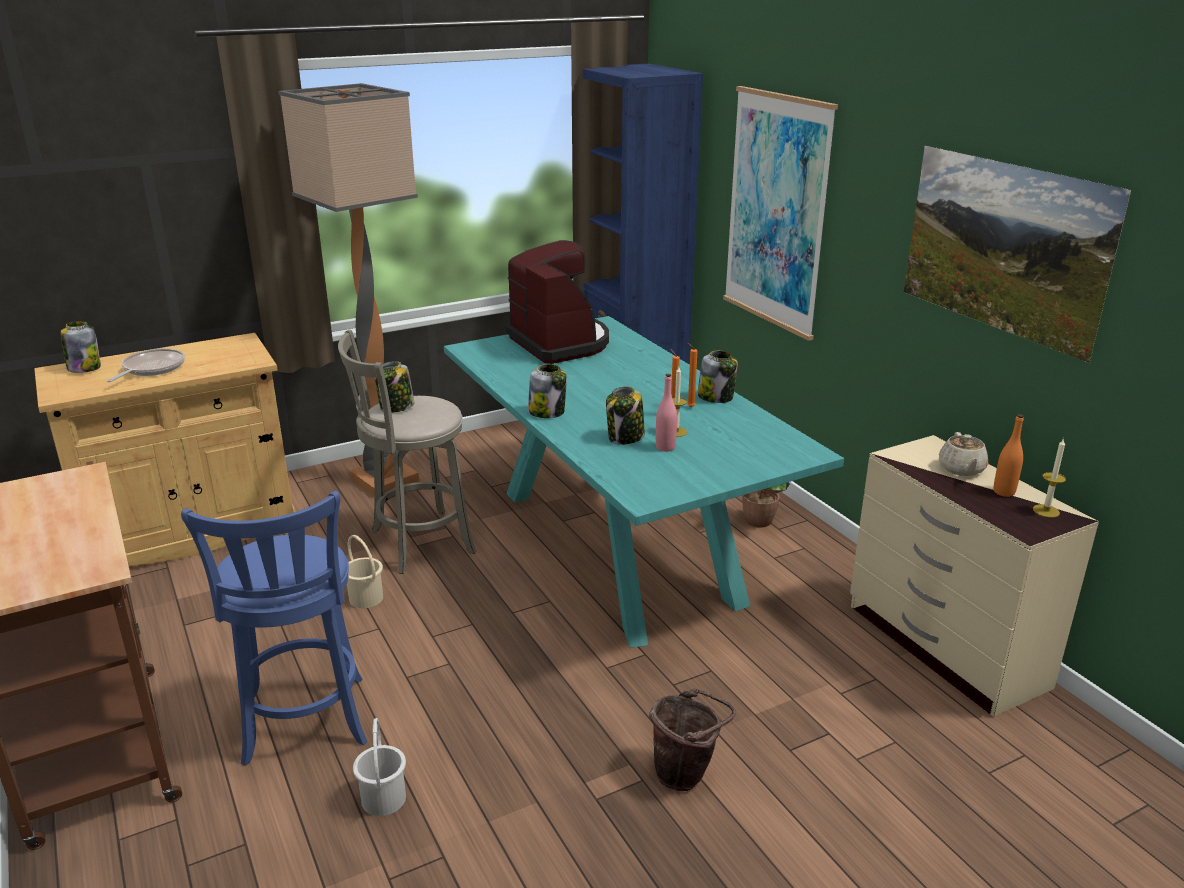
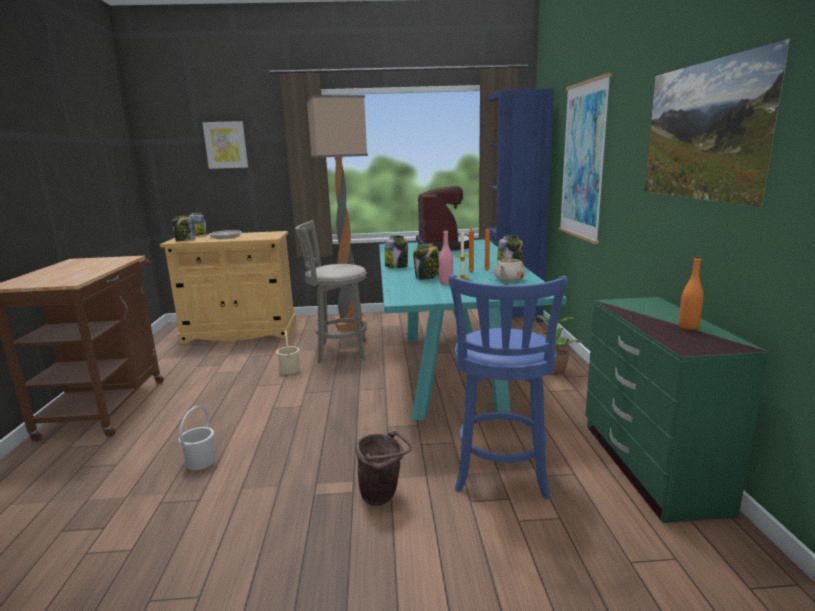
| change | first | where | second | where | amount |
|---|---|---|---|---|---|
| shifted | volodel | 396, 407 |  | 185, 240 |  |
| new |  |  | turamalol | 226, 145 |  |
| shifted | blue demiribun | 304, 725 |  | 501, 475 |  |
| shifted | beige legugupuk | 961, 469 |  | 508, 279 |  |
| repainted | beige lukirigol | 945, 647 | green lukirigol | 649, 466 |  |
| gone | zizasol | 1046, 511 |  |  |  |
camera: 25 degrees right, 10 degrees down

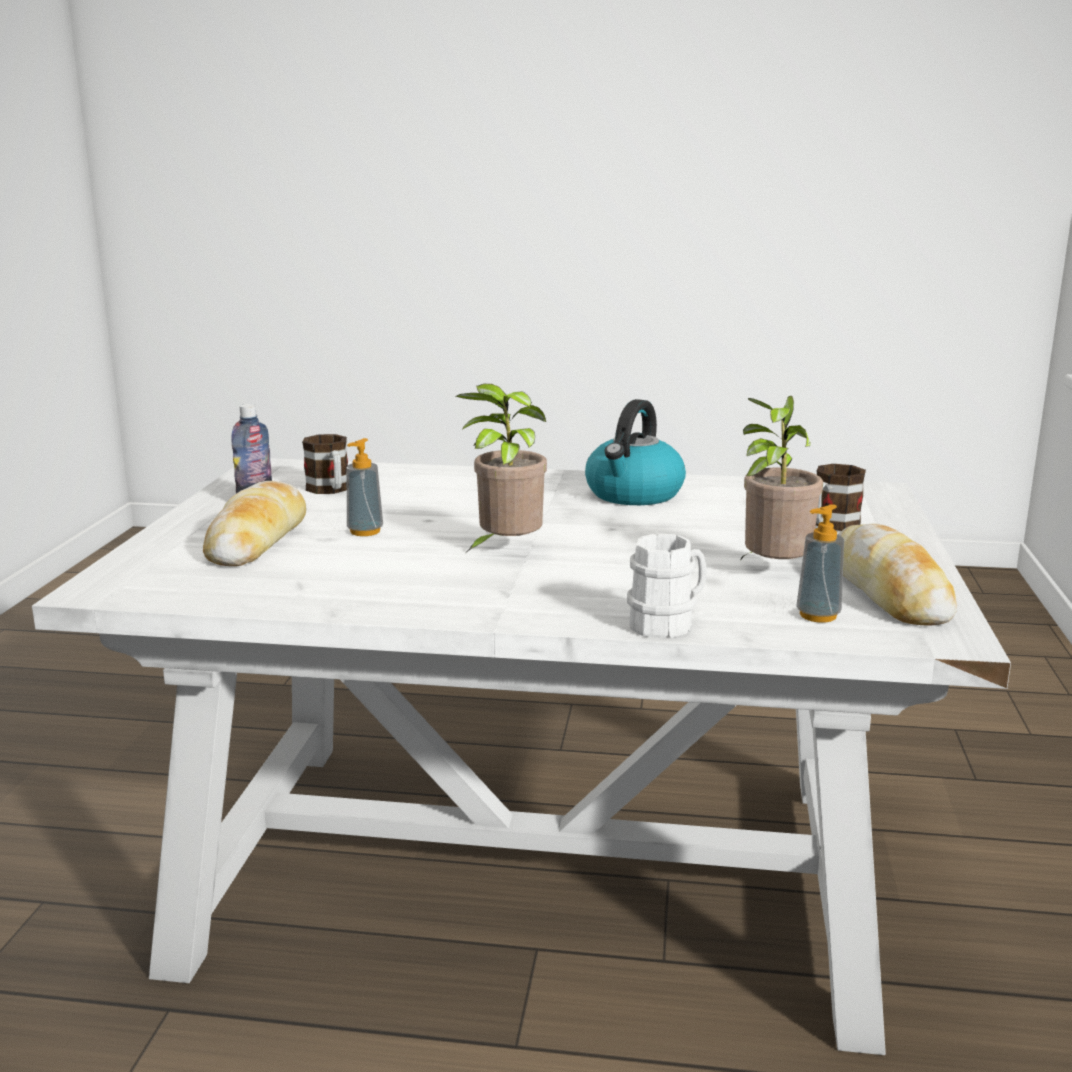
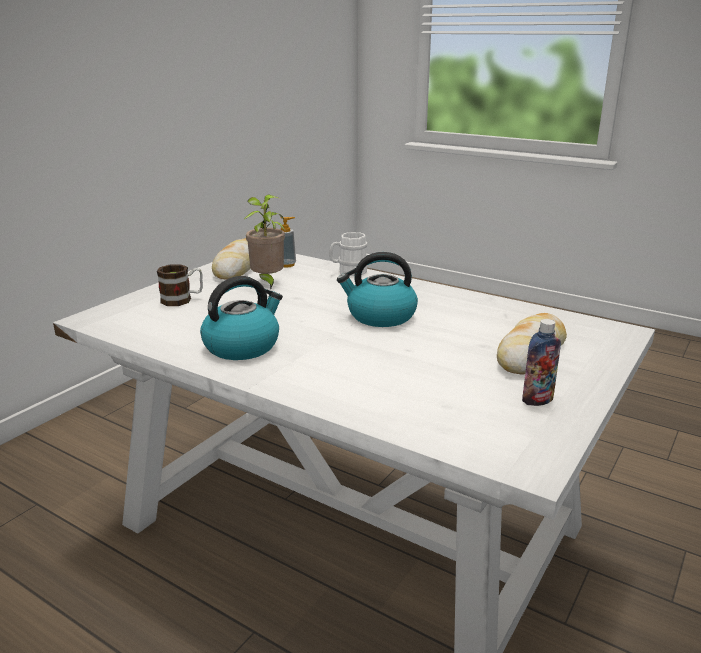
| change | first | where | second | where | amount |
|---|---|---|---|---|---|
| swapped | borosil | 506, 551 | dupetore | 380, 316 |  |
| gone | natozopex | 330, 490 |  |  |  |
| gone | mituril | 365, 531 |  |  |  |
camera: 155 degrees left, 5 degrees up

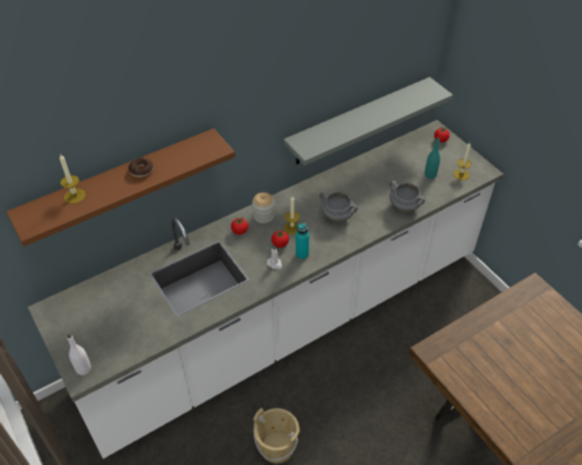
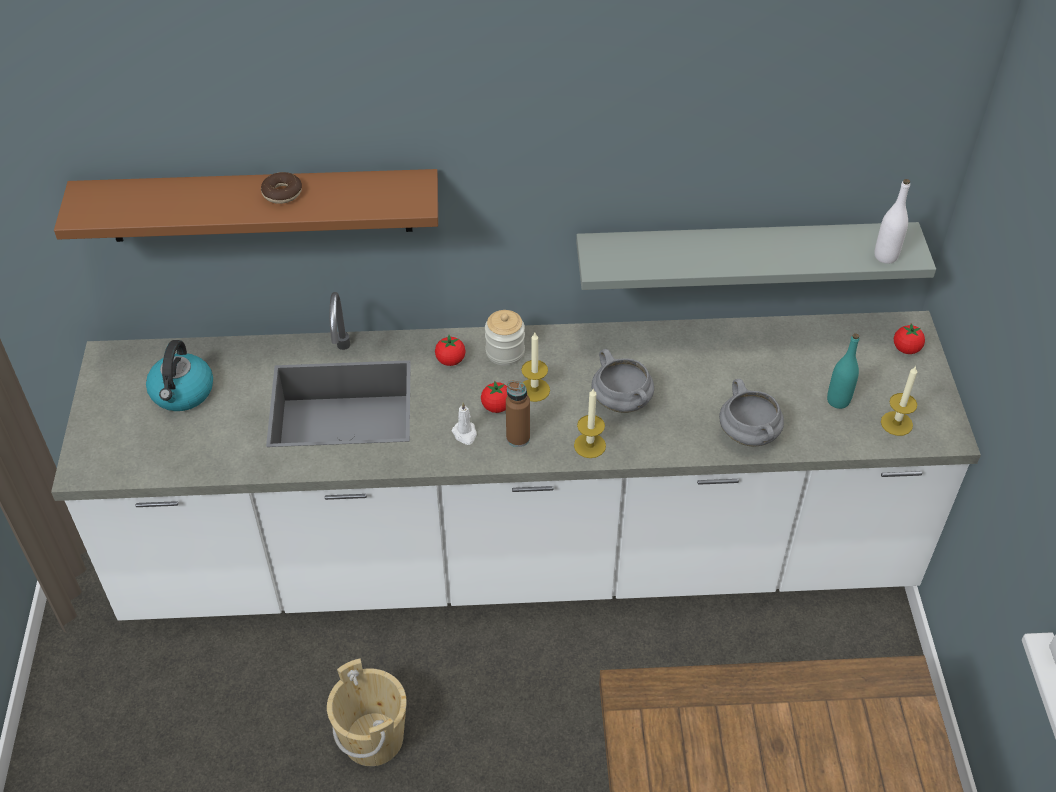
| change | first | where | second | where | amount |
|---|---|---|---|---|---|
| new |  |  | dupetore | 182, 393 |  |
| repainted | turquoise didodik | 302, 254 | brown didodik | 518, 438 |  |
| shifted | zizasol | 74, 196 |  | 589, 445 |  |
| shifted | white didodik | 84, 369 |  | 885, 256 |  |
camera: 30 degrees right, 0 degrees up

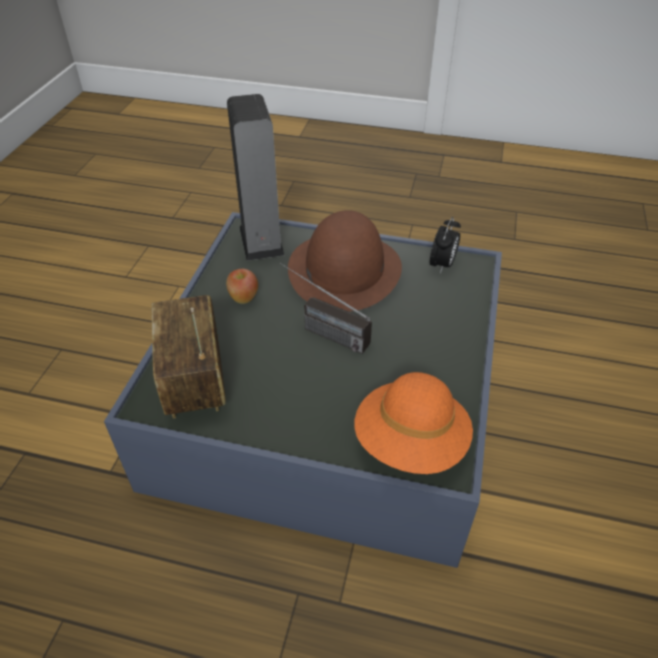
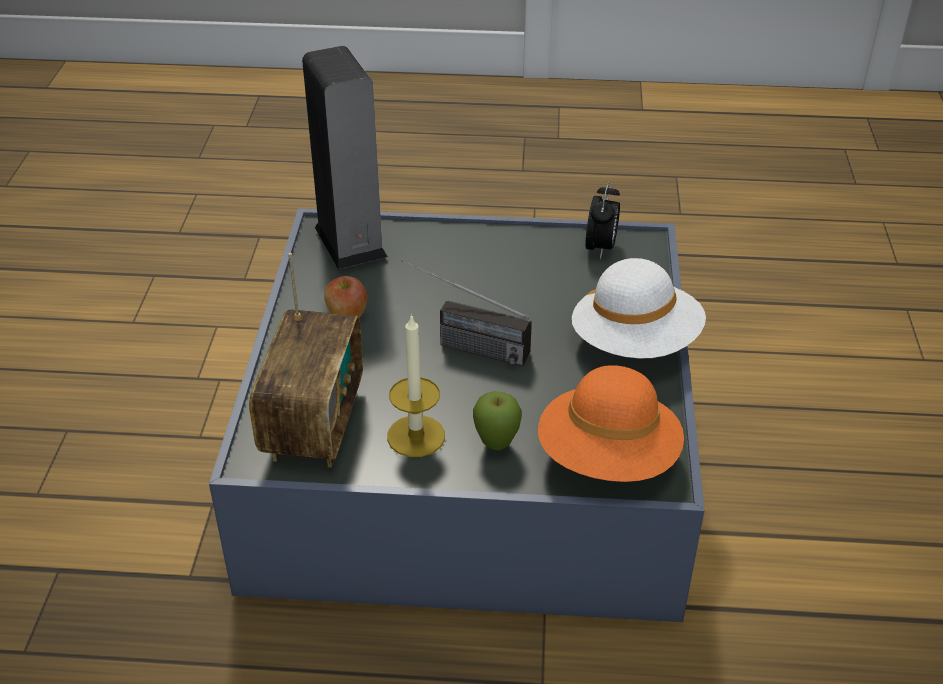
| change | first | where | second | where | amount |
|---|---|---|---|---|---|
| rotated | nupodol | 195, 381 |  | 313, 423 | 150 degrees counterclockwise |
| new |  |  | zizasol | 416, 436 |  |
| new |  |  | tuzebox | 496, 445 |  |
| new |  |  | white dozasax | 635, 342 |  |
| gone | brown dozasax | 344, 269 |  |  |  |
camera: 10 degrees left, 5 degrees down

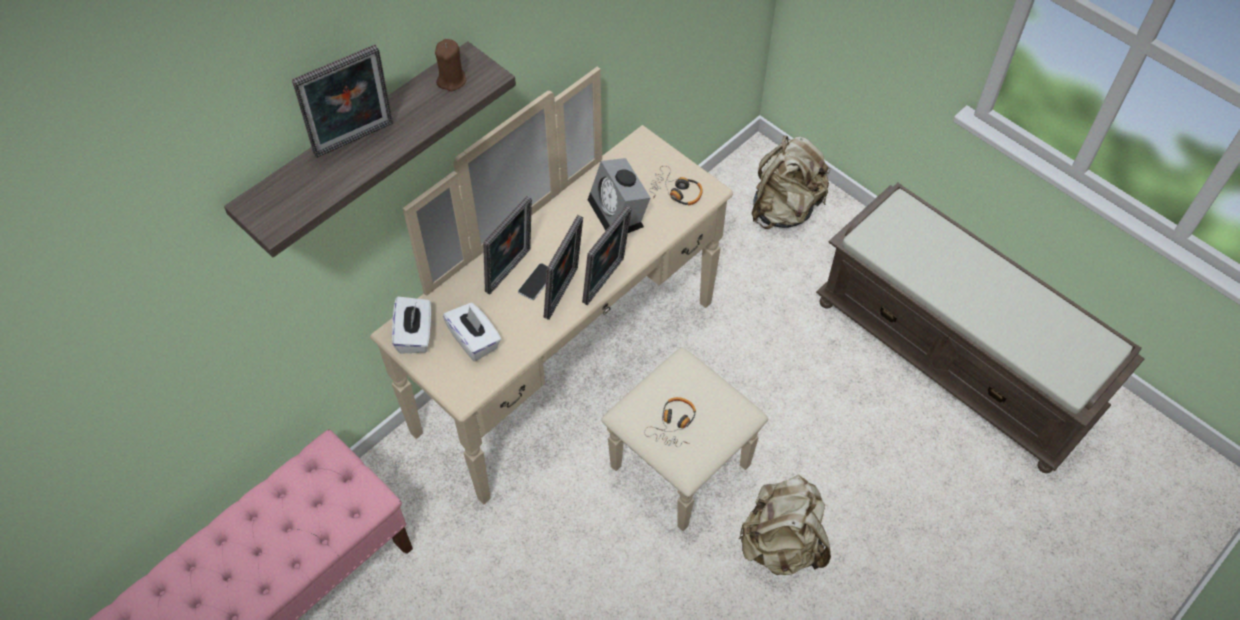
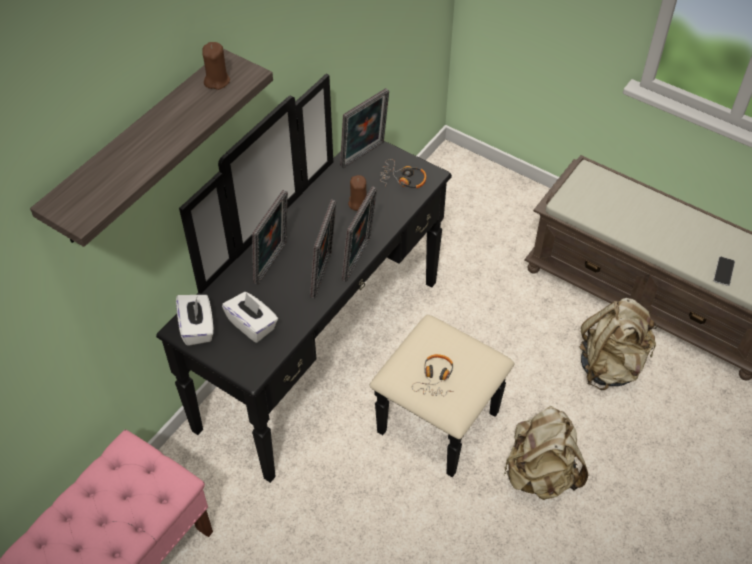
| change | first | where | second | where | amount |
|---|---|---|---|---|---|
| repainted | beige lukirigol | 592, 387 | black lukirigol | 347, 367 |  |
| shifted | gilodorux | 356, 142 |  | 364, 156 |  |
| swapped | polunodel | 619, 213 | brown zizasol | 358, 203 |  |
| shifted | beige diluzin | 785, 209 |  | 610, 365 |  |
| shifted | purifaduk | 537, 282 |  | 723, 271 |  |
camera: 10 degrees left, 5 degrees down

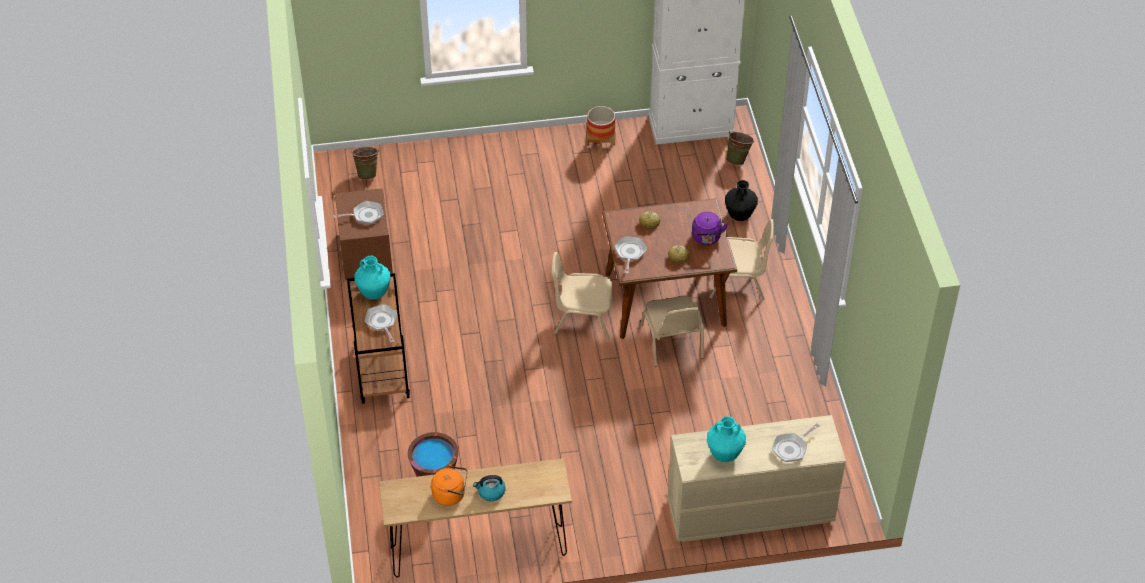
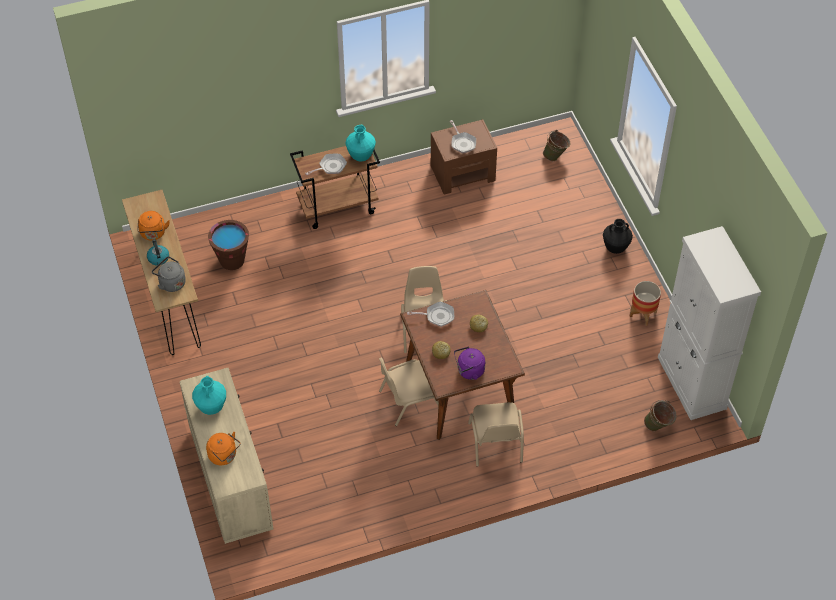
| change | first | where | second | where | amount |
|---|---|---|---|---|---|
| new |  |  | grey dupetore | 171, 282 |  |
| swapped | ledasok | 791, 448 | orange dupetore | 224, 456 |  |
| shifted | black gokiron | 739, 215 |  | 615, 248 |  |
camera: 80 degrees right, 5 degrees up

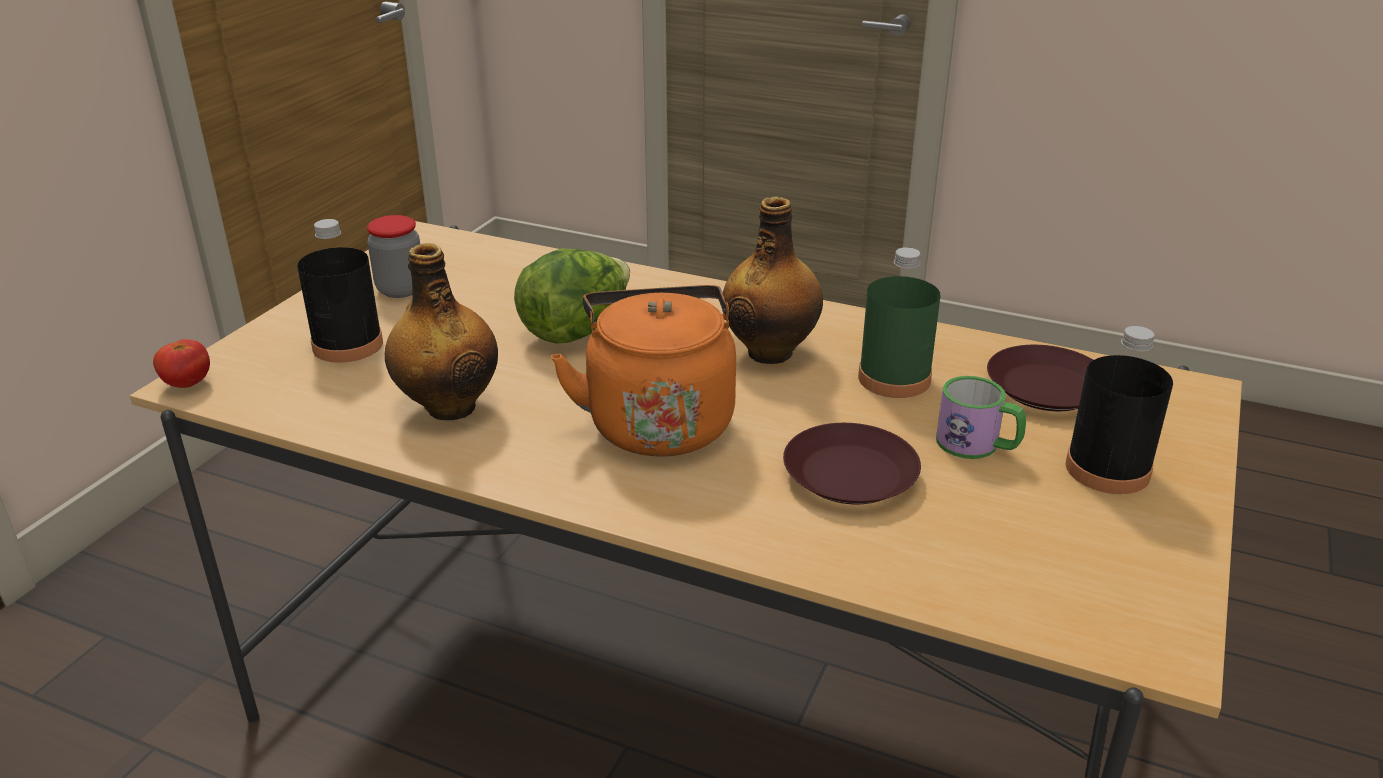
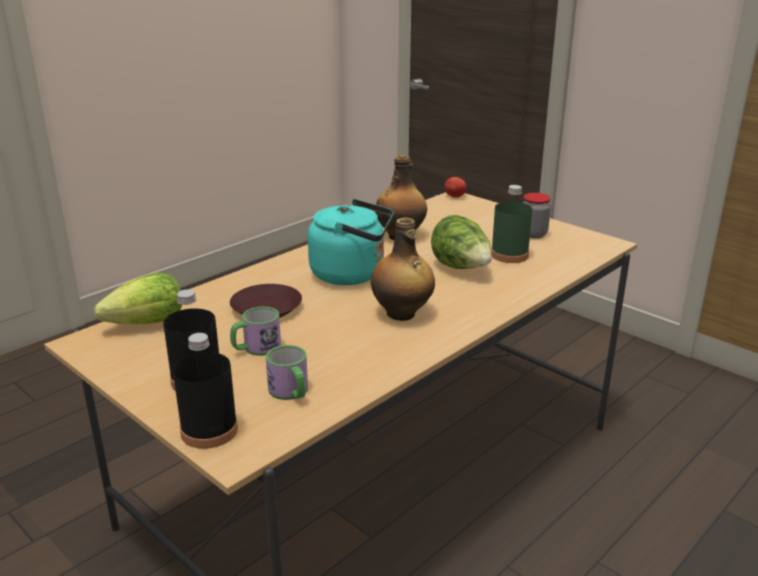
| change | first | where | second | where | amount |
|---|---|---|---|---|---|
| new |  |  | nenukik | 148, 323 |  |
| shifted | black didodik | 348, 345 |  | 209, 430 |  |
| swapped | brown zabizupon | 1045, 387 | natozopex | 291, 392 |  |
| repainted | orange dupetore | 658, 421 | turquoise dupetore | 352, 274 |  |
| shifted | green didodik | 894, 378 |  | 509, 255 |  |
camera: 110 degrees right, 5 degrees down

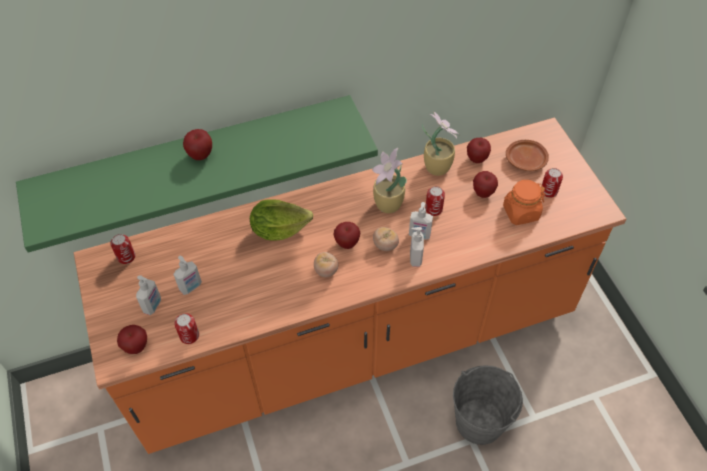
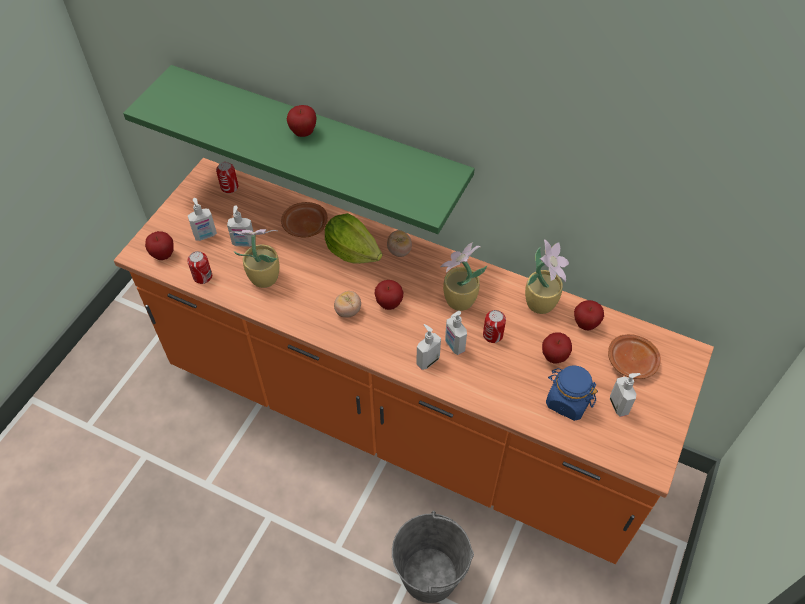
| change | first | where | second | where | amount |
|---|---|---|---|---|---|
| new |  |  | borosil | 263, 277 |  |
| new |  |  | brown zabizupon | 304, 226 |  |
| shifted | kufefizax | 385, 245 |  | 399, 251 |  |
| repainted | orange volodel | 520, 212 | blue volodel | 567, 401 |  |
| swapped | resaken | 548, 191 | mituril | 619, 405 |  |
camera: 45 degrees right, 0 degrees up

